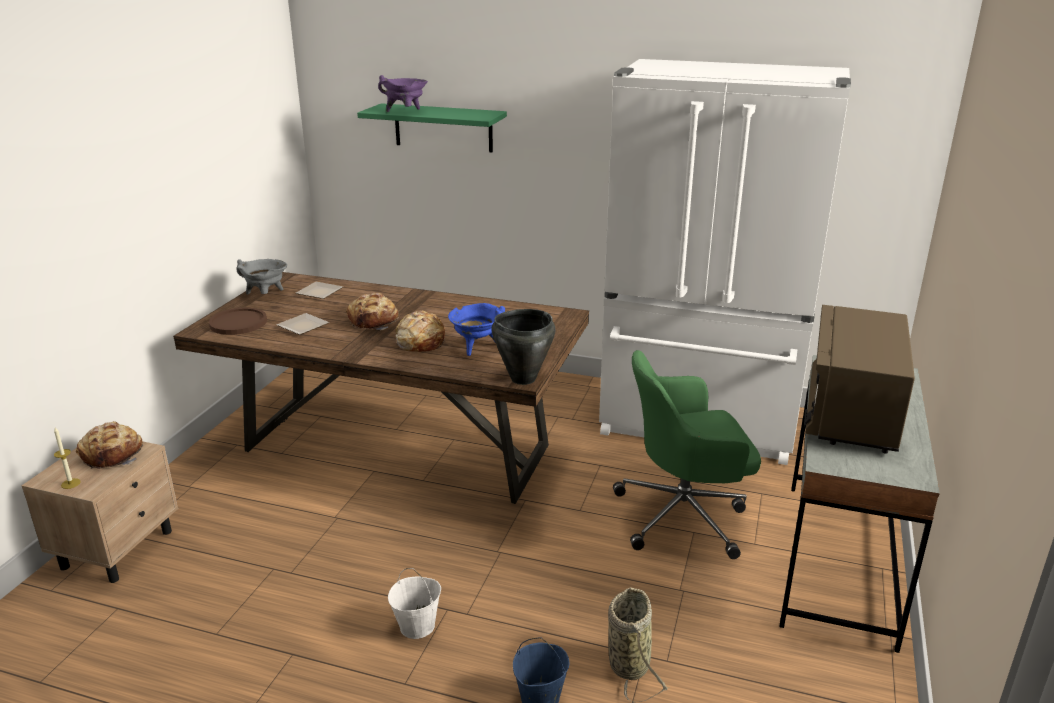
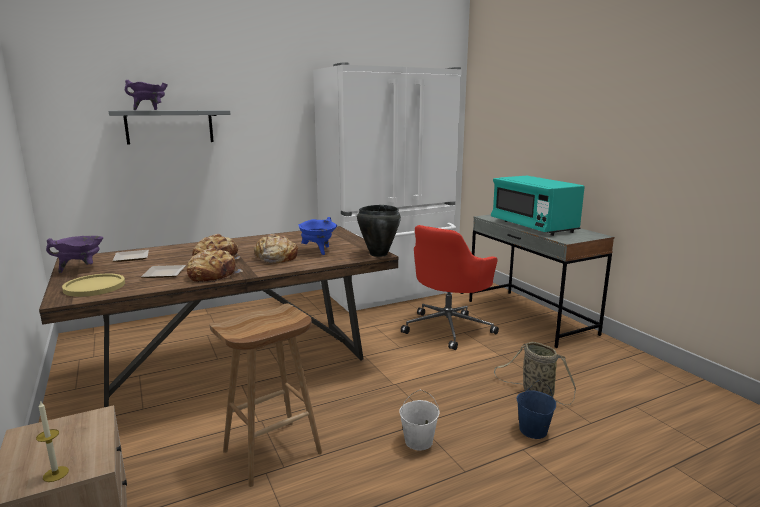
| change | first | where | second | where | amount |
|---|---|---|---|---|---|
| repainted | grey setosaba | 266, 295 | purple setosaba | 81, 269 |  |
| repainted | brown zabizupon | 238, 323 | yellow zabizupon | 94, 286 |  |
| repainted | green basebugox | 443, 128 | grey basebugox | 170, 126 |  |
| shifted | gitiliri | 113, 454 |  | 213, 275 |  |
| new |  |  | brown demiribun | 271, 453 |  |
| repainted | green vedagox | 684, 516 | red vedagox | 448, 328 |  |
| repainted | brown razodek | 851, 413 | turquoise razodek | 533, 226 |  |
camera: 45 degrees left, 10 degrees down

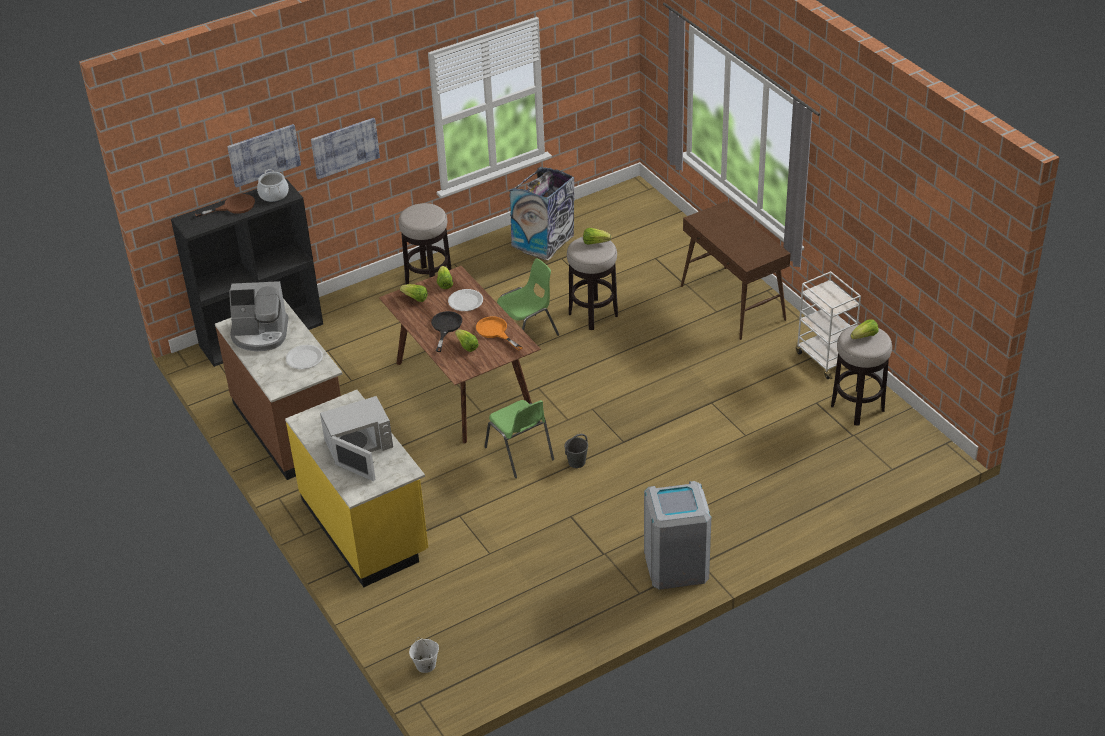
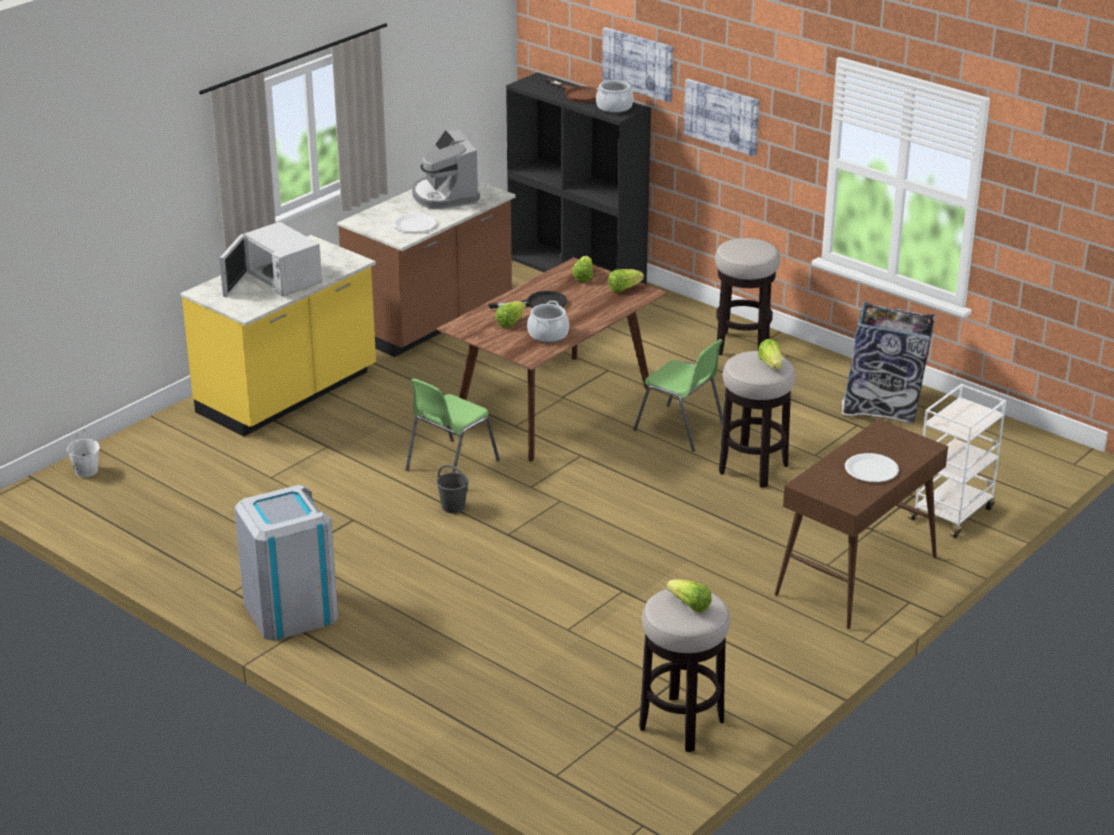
| change | first | where | second | where | amount |
|---|---|---|---|---|---|
| swapped | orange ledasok | 495, 332 | setosaba | 548, 335 |  |
| shifted | white zabizupon | 465, 301 |  | 871, 469 |  |
| shifted | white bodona | 825, 359 |  | 952, 513 |  |
camera: 70 degrees right, 10 degrees down

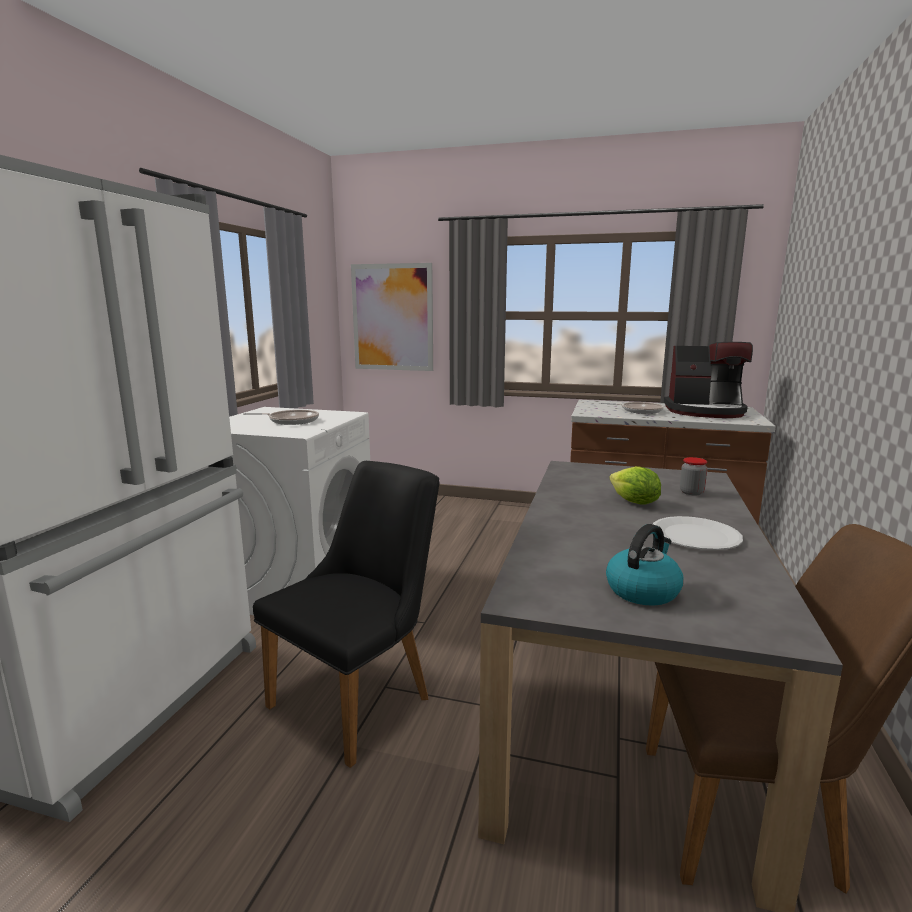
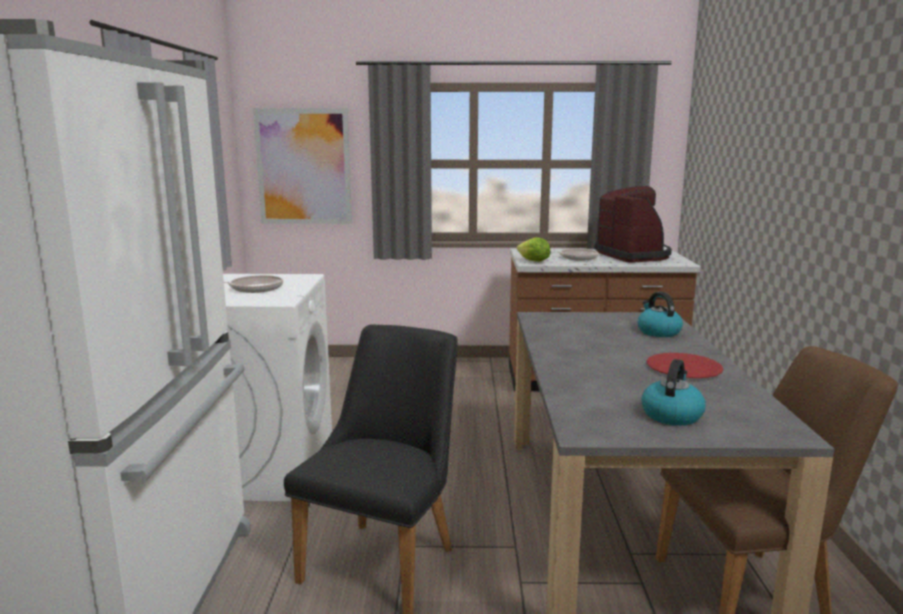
| change | first | where | second | where | amount |
|---|---|---|---|---|---|
| shifted | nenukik | 634, 502 |  | 534, 261 |  |
| rotated | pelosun | 705, 411 |  | 634, 255 | 105 degrees counterclockwise |
| swapped | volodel | 691, 492 | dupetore | 658, 332 |  |
| repainted | white zabizupon | 696, 536 | red zabizupon | 684, 368 |  |
camera: 15 degrees left, 0 degrees up

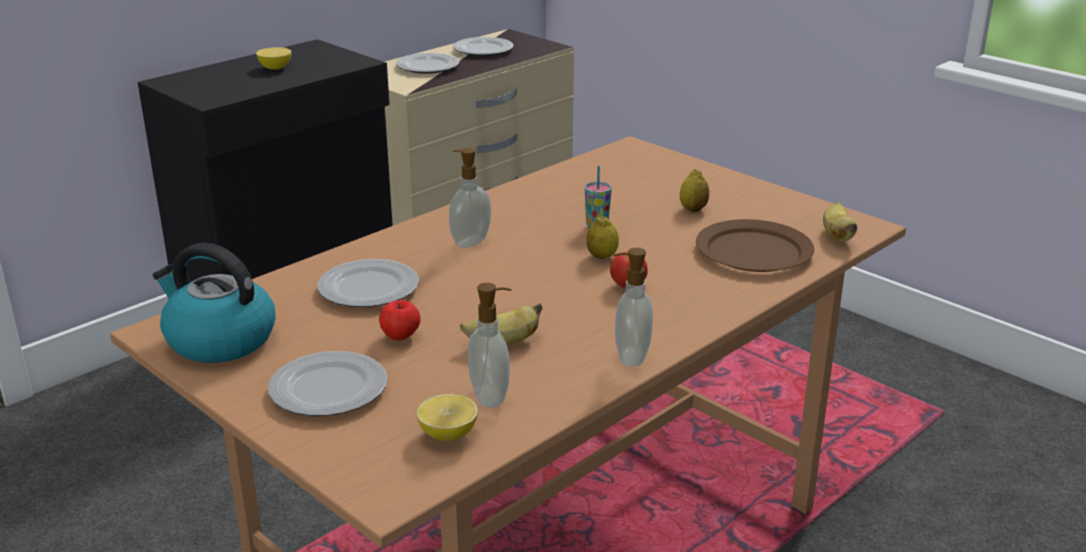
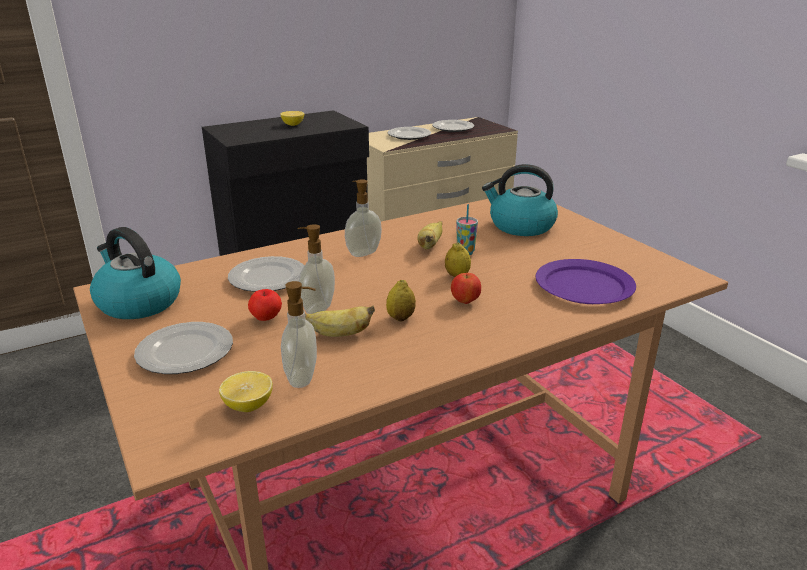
| change | first | where | second | where | amount |
|---|---|---|---|---|---|
| shifted | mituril | 630, 357 |  | 317, 308 |  |
| shifted | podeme | 693, 209 |  | 400, 318 |  |
| shifted | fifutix | 837, 235 |  | 430, 245 |  |
| new |  |  | dupetore | 520, 226 |  |
| repainted | brown zabizupon | 753, 252 | purple zabizupon | 583, 286 |  |
camera: 15 degrees right, 0 degrees up

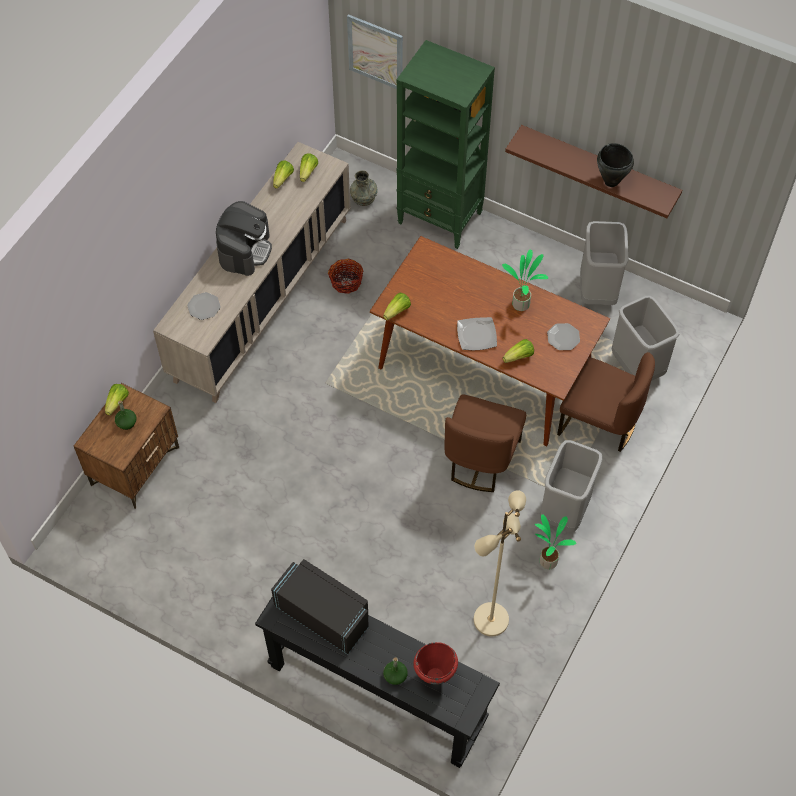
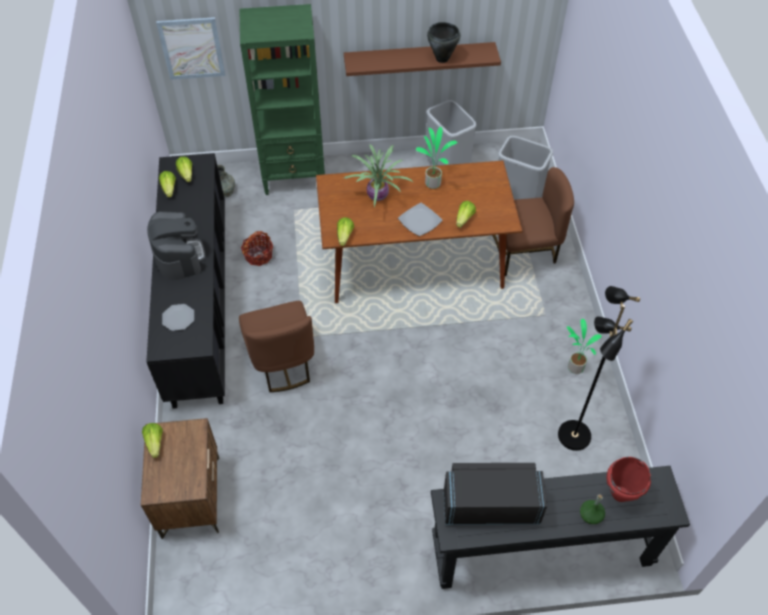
| change | first | where | second | where | amount |
|---|---|---|---|---|---|
| repainted | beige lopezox | 261, 299 | black lopezox | 199, 303 |  |
| shifted | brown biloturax | 480, 459 |  | 282, 363 |  |
| new |  |  | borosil | 377, 197 |  |
| repainted | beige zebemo | 490, 618 | black zebemo | 573, 435 |  |
| gone | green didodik | 126, 422 |  |  |  |
| gone | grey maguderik | 565, 511 |  |  |  |
| gone | zabizupon | 563, 337 |  |  |  |
camera: 35 degrees left, 5 degrees down

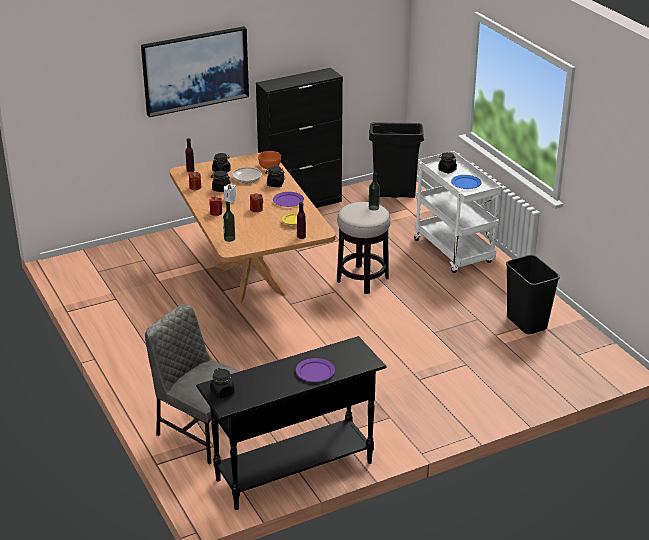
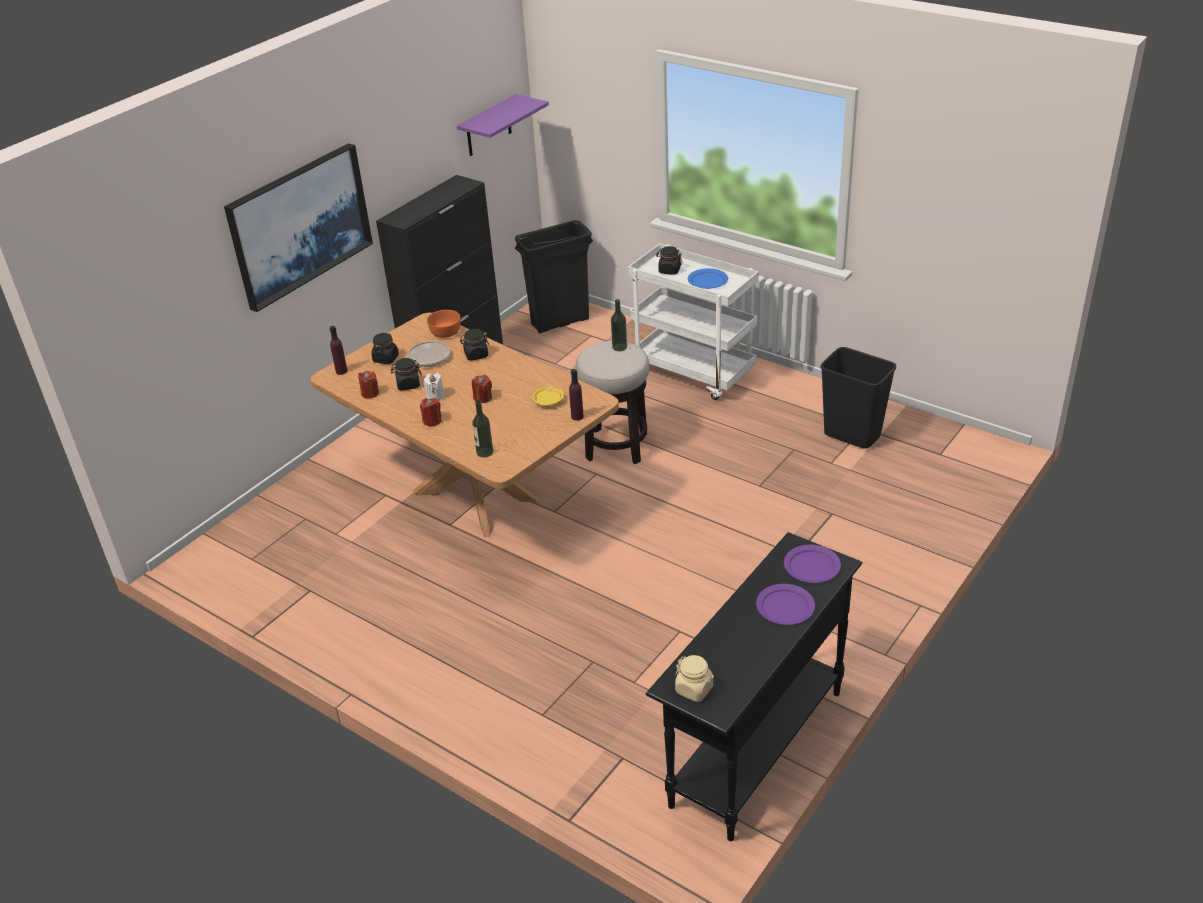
| change | first | where | second | where | amount |
|---|---|---|---|---|---|
| new |  |  | purple basebugox | 488, 126 |  |
| repainted | black volodel | 222, 392 | beige volodel | 694, 689 |  |
| shifted | purple zabizupon | 288, 201 |  | 812, 566 |  |
| gone | grey biloturax | 202, 431 |  |  |  |
camera: 25 degrees left, 5 degrees up

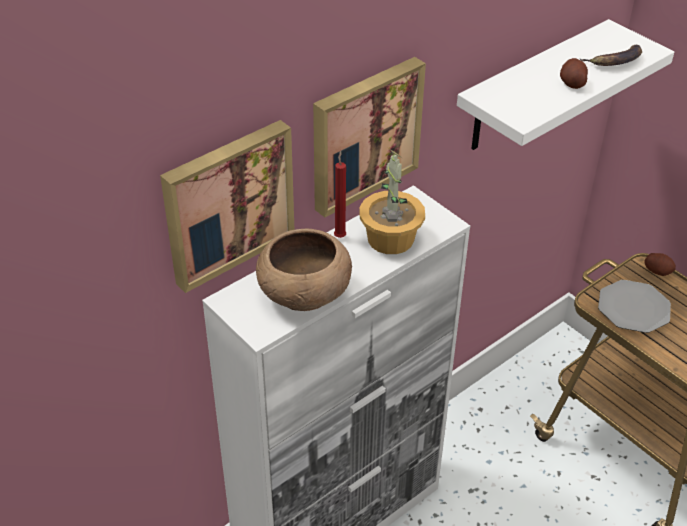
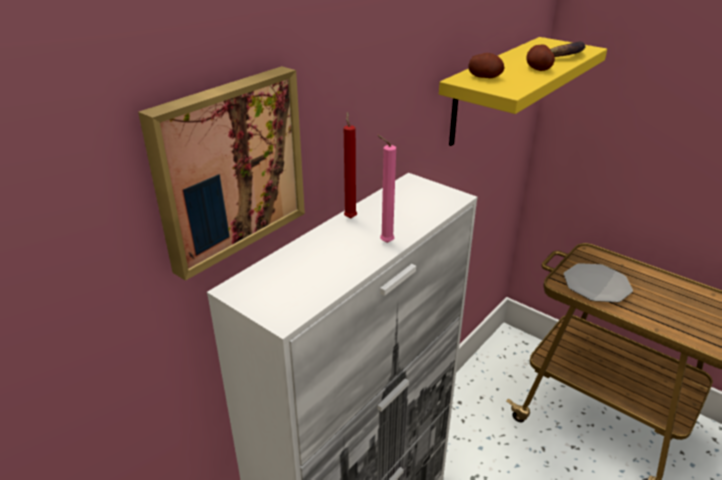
| change | first | where | second | where | amount |
|---|---|---|---|---|---|
| new |  |  | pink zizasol | 384, 242 |  |
| repainted | white basebugox | 531, 87 | yellow basebugox | 490, 90 |  |
| shifted | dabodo | 658, 271 |  | 485, 77 |  |
| gone | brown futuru | 303, 293 |  |  |  |
| gone | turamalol | 364, 134 |  |  |  |
| gone | borosil | 390, 239 |  |  |  |
camera: 10 degrees left, 10 degrees down

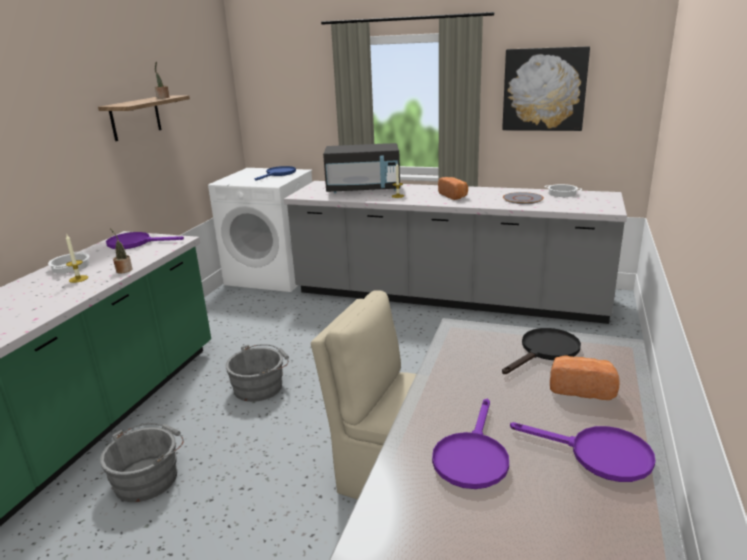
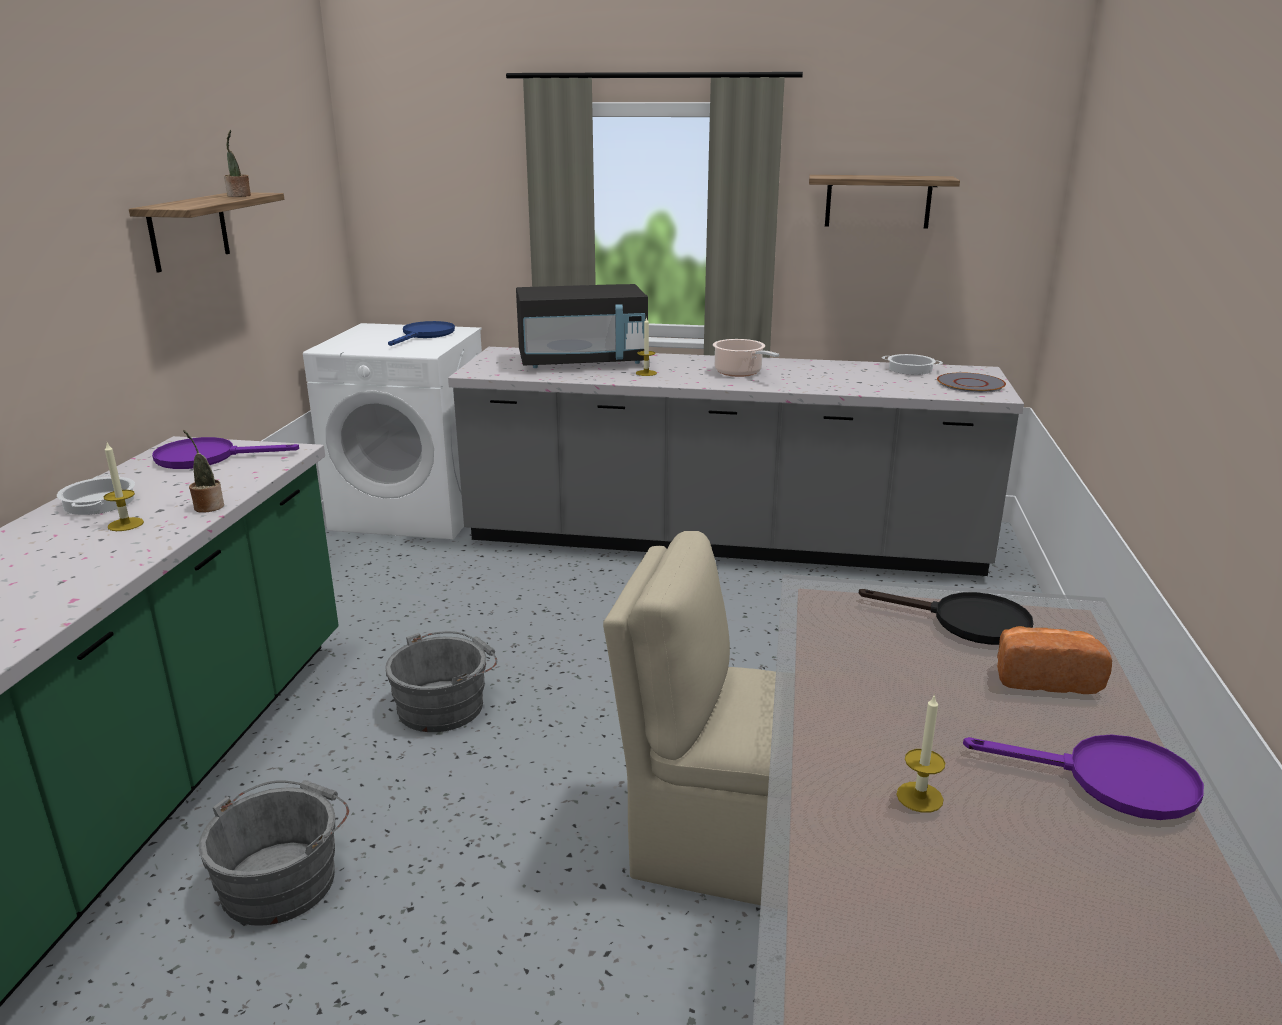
| change | first | where | second | where | amount |
|---|---|---|---|---|---|
| swapped | gitiliri | 454, 196 | setosaba | 740, 373 |  |
| swapped | turamalol | 544, 89 | basebugox | 878, 201 |  |
| rotated | black ledasok | 545, 351 |  | 966, 622 | 75 degrees clockwise |
| swapped | purple ledasok | 471, 456 | zizasol | 919, 797 |  |
| shifted | grey zabizupon | 522, 199 |  | 970, 384 |  |
camera: 10 degrees left, 0 degrees up

